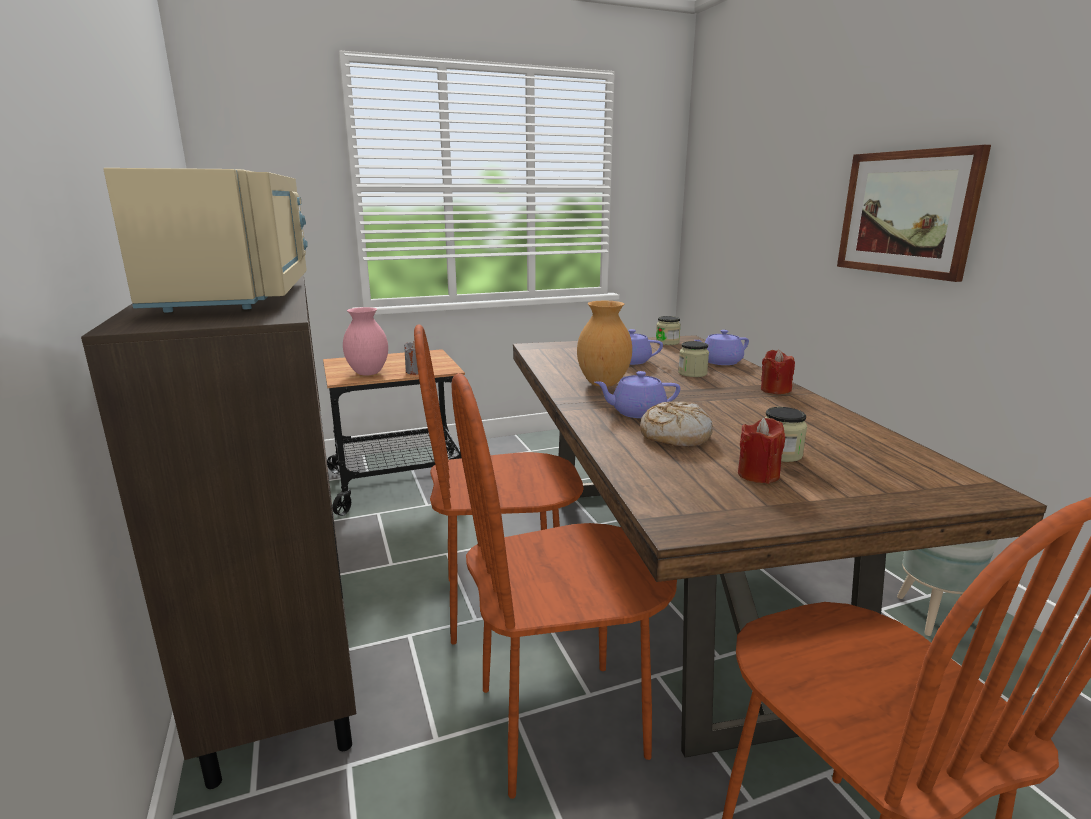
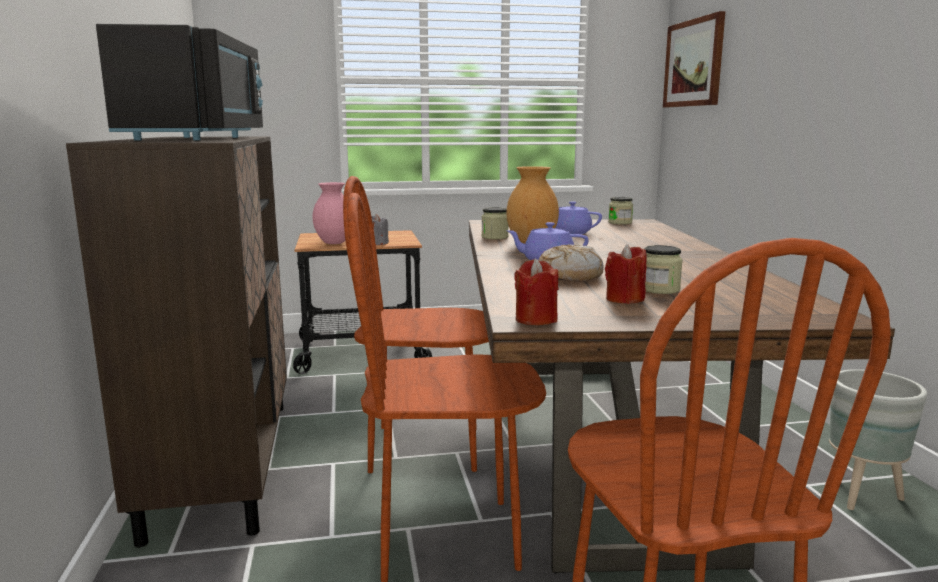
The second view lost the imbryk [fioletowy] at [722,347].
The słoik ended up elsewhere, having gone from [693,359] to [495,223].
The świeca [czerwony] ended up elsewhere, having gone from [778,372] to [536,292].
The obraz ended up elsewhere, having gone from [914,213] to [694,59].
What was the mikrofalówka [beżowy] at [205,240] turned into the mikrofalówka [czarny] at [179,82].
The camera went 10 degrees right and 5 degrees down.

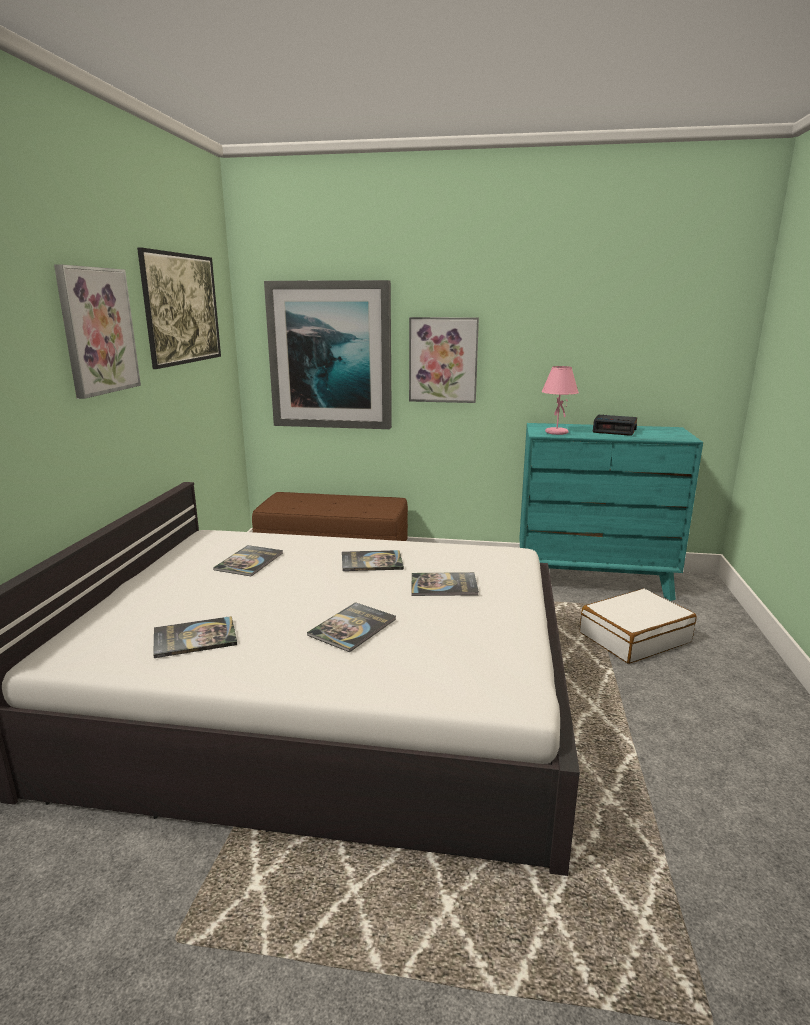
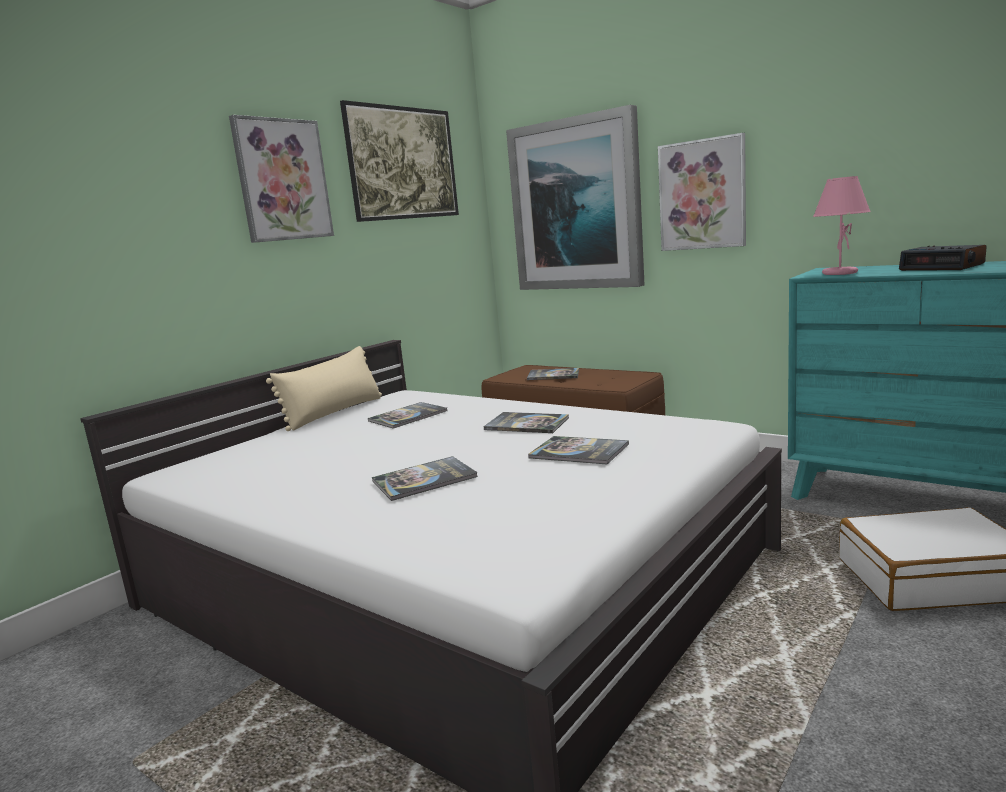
The second view gained the poduszka [beżowy] at [324,388].
The książka ended up elsewhere, having gone from [195,637] to [553,374].
The camera went 30 degrees right and 5 degrees down.

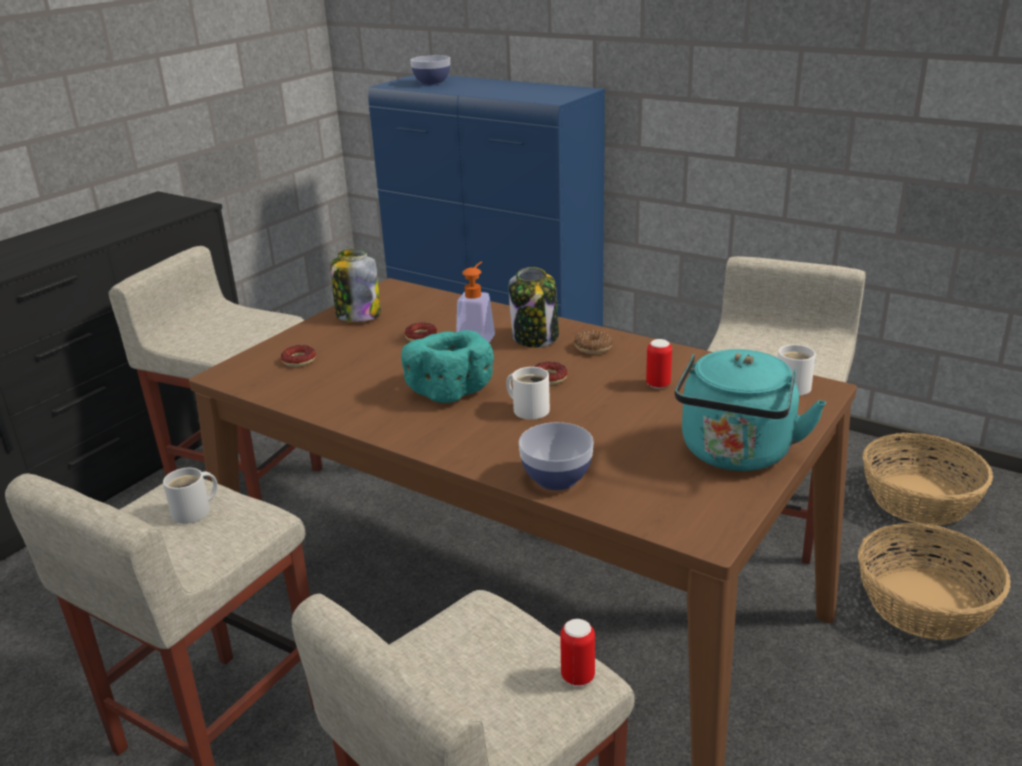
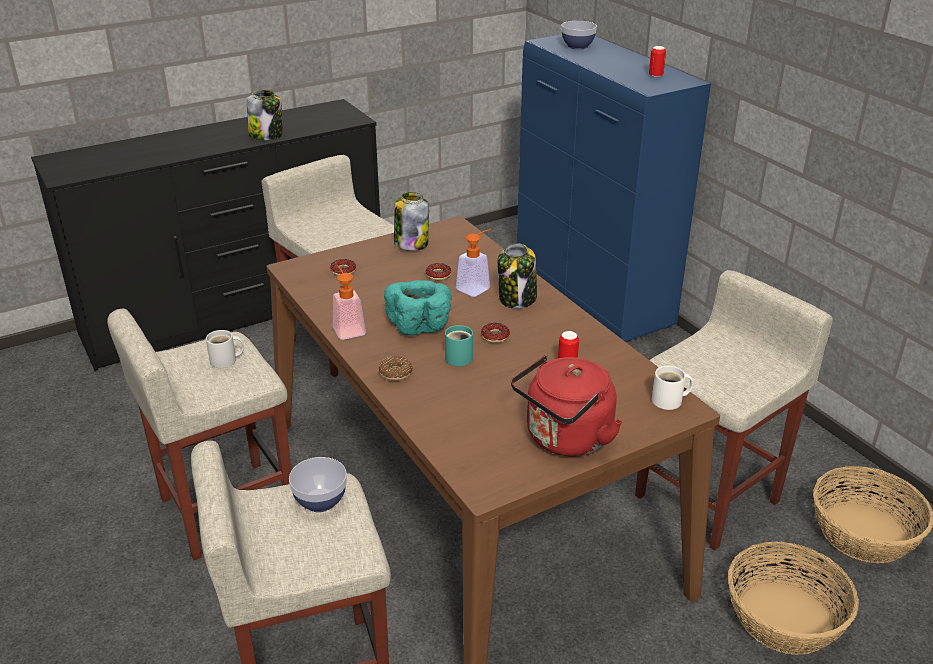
The second view gained the słoik at [265,115].
The second view gained the dozownik mydła at [349,302].
The miska ended up elsewhere, having gone from [556,456] to [318,484].
The puszka ended up elsewhere, having gone from [577,652] to [657,61].
The donut ended up elsewhere, having gone from [593,342] to [396,368].
What was the kubek [biały] at [528,393] turned into the kubek [turkusowy] at [459,345].
What was the czajnik [turkusowy] at [750,410] turned into the czajnik [czerwony] at [566,406].
The camera went 25 degrees right and 5 degrees up.

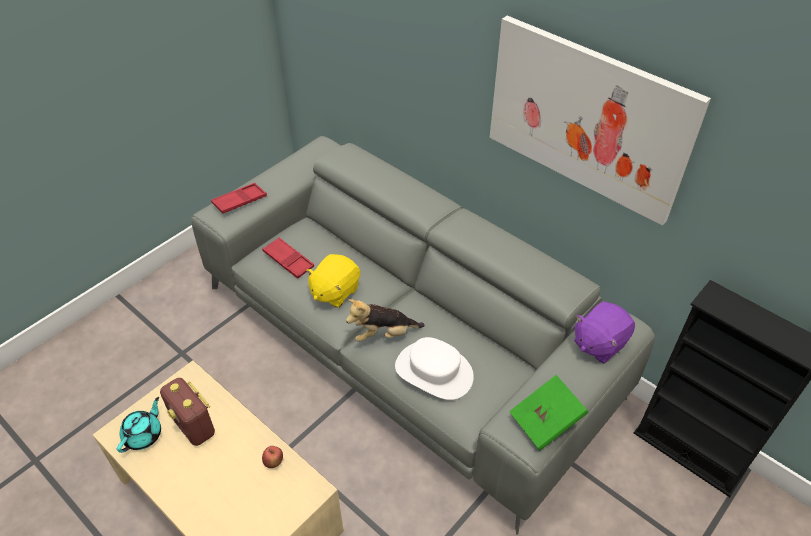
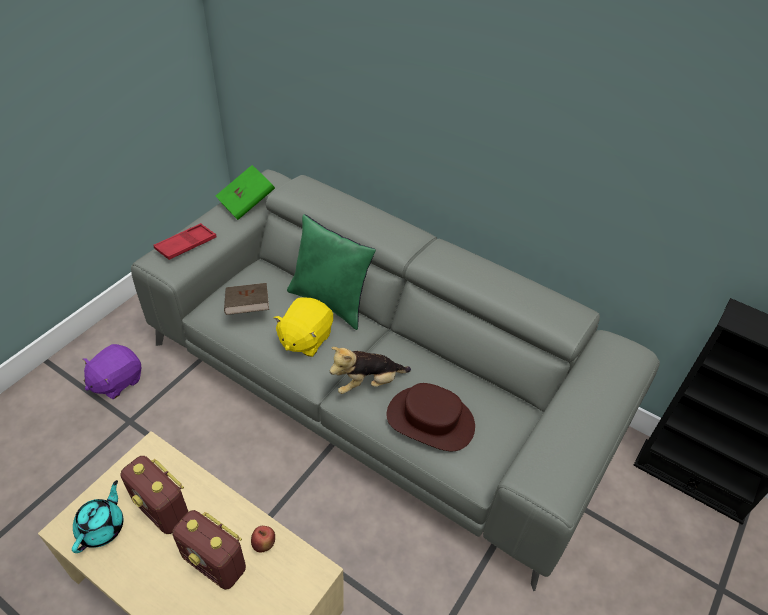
The second view lost the obraz at [600,121].
The second view gained the radio at [209,550].
The second view gained the poduszka [zielony] at [331,272].
The książka [zielony] ended up elsewhere, having gone from [549,412] to [245,192].
The pluszak [fioletowy] ended up elsewhere, having gone from [604,332] to [112,371].
Where the taca [czerwony] stood at [288,258], the książka [brązowy] came to stand at [246,299].
What was the kapelusz [biały] at [434,368] turned into the kapelusz [brązowy] at [430,417].
The camera went 10 degrees left and 0 degrees up.

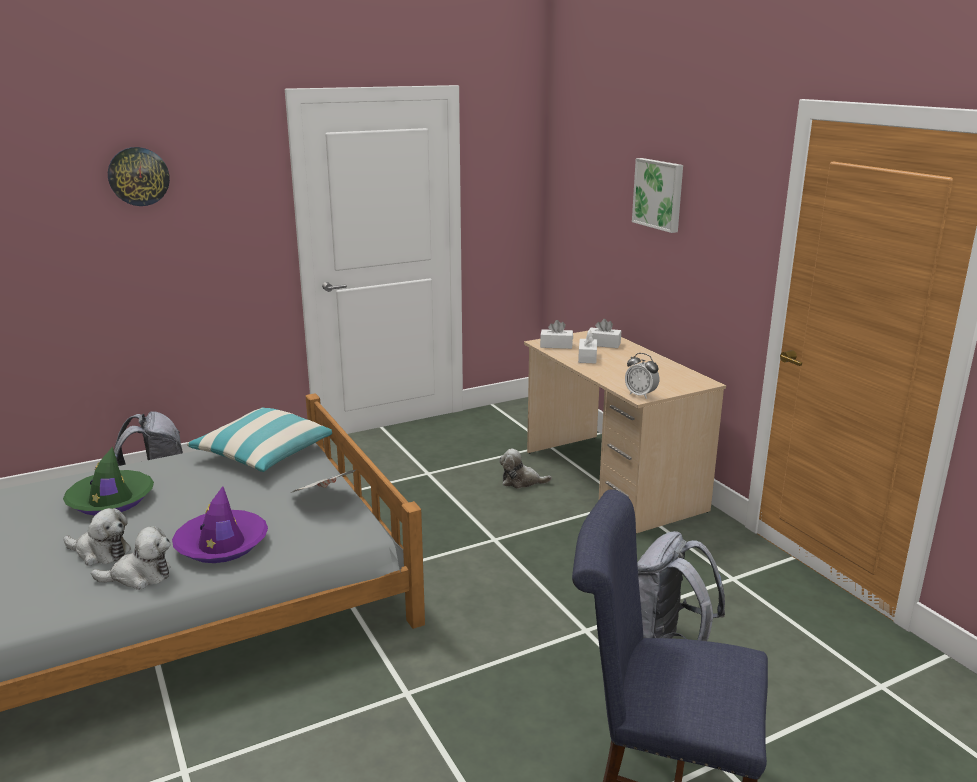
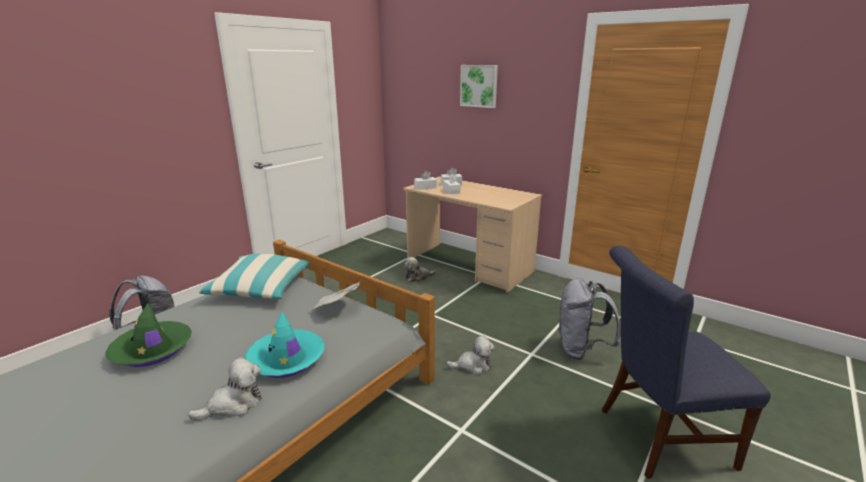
The second view lost the zegar ścienny at [139,176].
The second view lost the budzik at [642,376].
The pluszak ended up elsewhere, having gone from [97,537] to [470,355].
What was the kapelusz [fioletowy] at [220,524] turned into the kapelusz [turkusowy] at [284,344].
The camera went 25 degrees left and 0 degrees up.

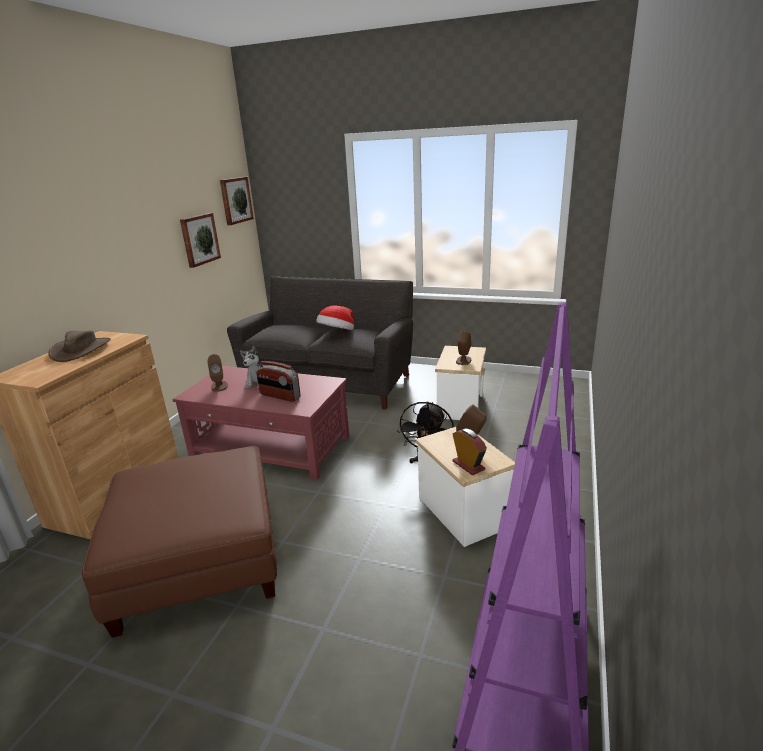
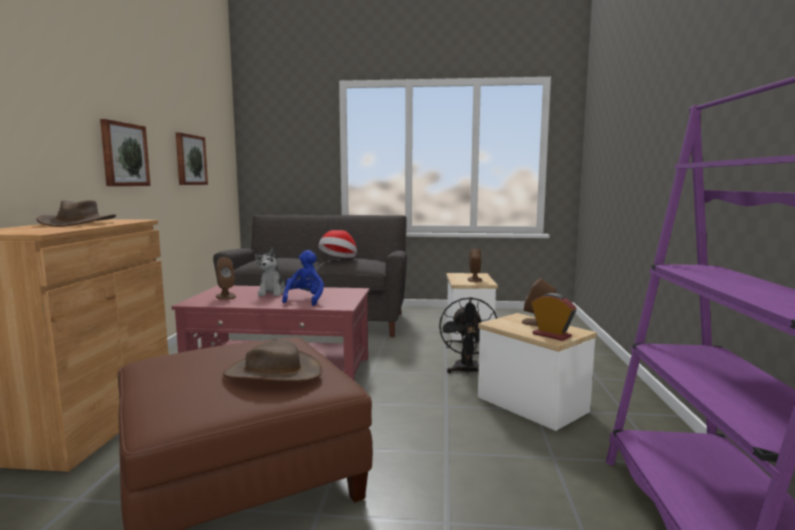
The second view gained the kapelusz [brązowy] at [273,361].
The obraz ended up elsewhere, having gone from [237,201] to [125,152].
Where the radio stood at [279,381], the pluszak [niebieski] came to stand at [303,278].
The camera went 15 degrees left and 15 degrees down.

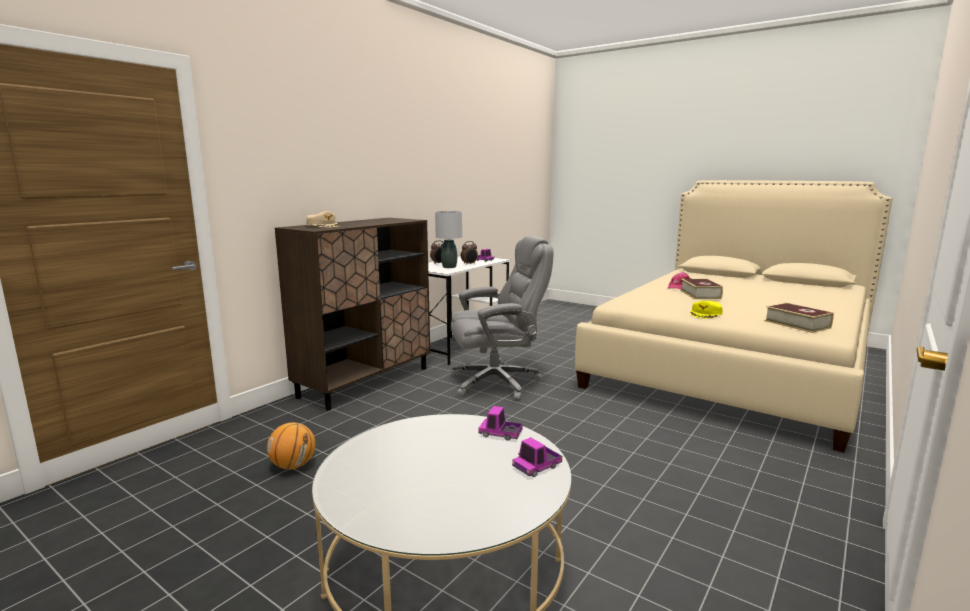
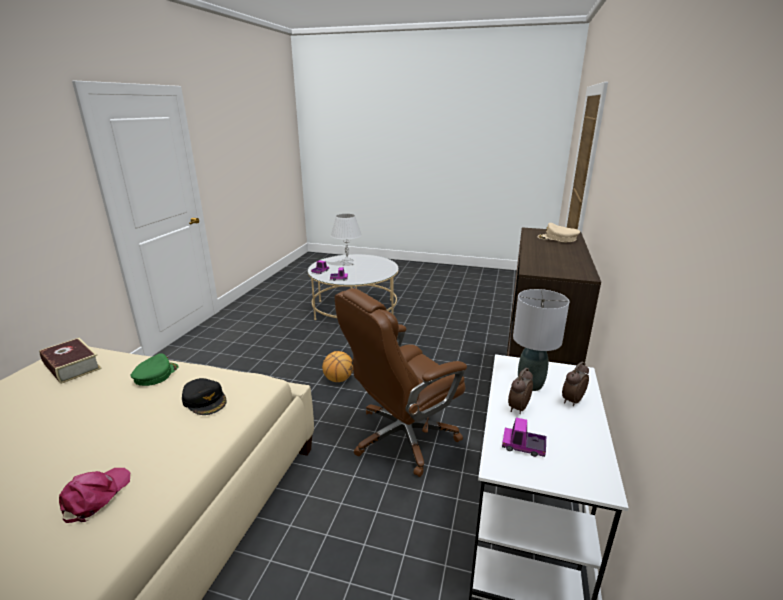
The second view lost the książka at [701,289].
The second view gained the czapka z daszkiem [czarny] at [204,396].
The second view gained the lampa stołowa [biały] at [346,240].
The piłka do koszykówki ended up elsewhere, having gone from [291,446] to [337,366].
What was the krzesło biurowe [szary] at [502,317] turned into the krzesło biurowe [brązowy] at [401,382].
What was the czapka z daszkiem [żółty] at [706,310] turned into the czapka z daszkiem [zielony] at [154,369].
The camera went 160 degrees right and 10 degrees up.

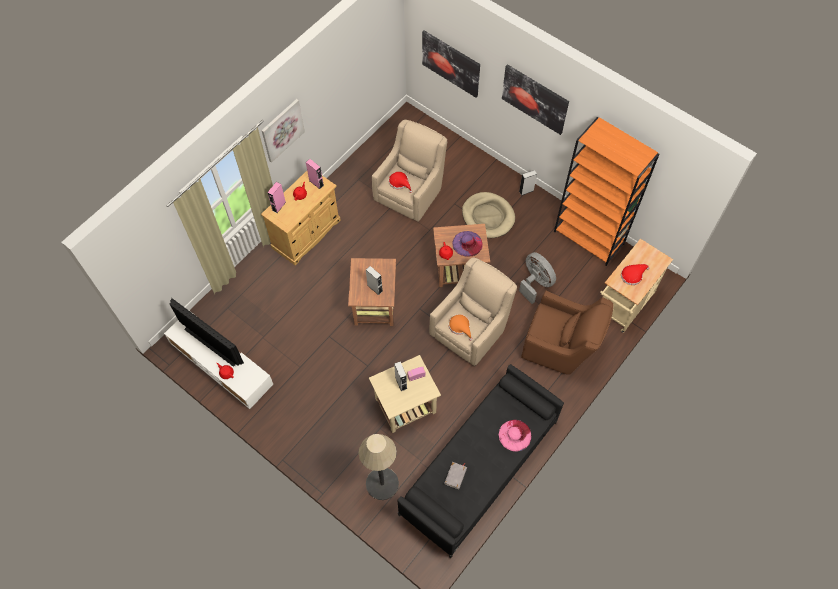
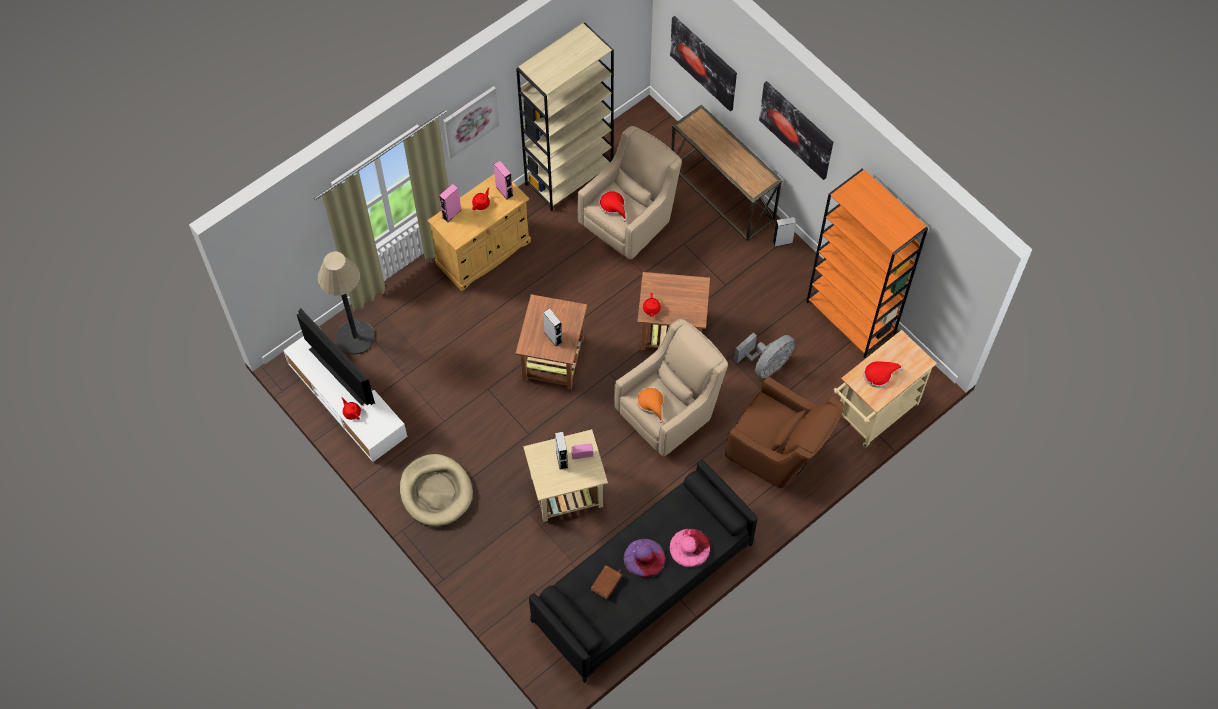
The second view gained the regał [beżowy] at [565,116].
The second view gained the stolik konsolowy at [727,173].
The lampa stojąca ended up elsewhere, having gone from [379,467] to [346,303].
The kapelusz [fioletowy] ended up elsewhere, having gone from [467,244] to [644,558].
The legowisko [beżowy] ended up elsewhere, having gone from [488,215] to [436,490].
What was the książka [szary] at [456,475] turned into the książka [brązowy] at [606,582].
The wentylator [szary] at [537,278] ended up facing another way, 75 degrees clockwise from before.
The camera went 10 degrees right and 0 degrees up.

